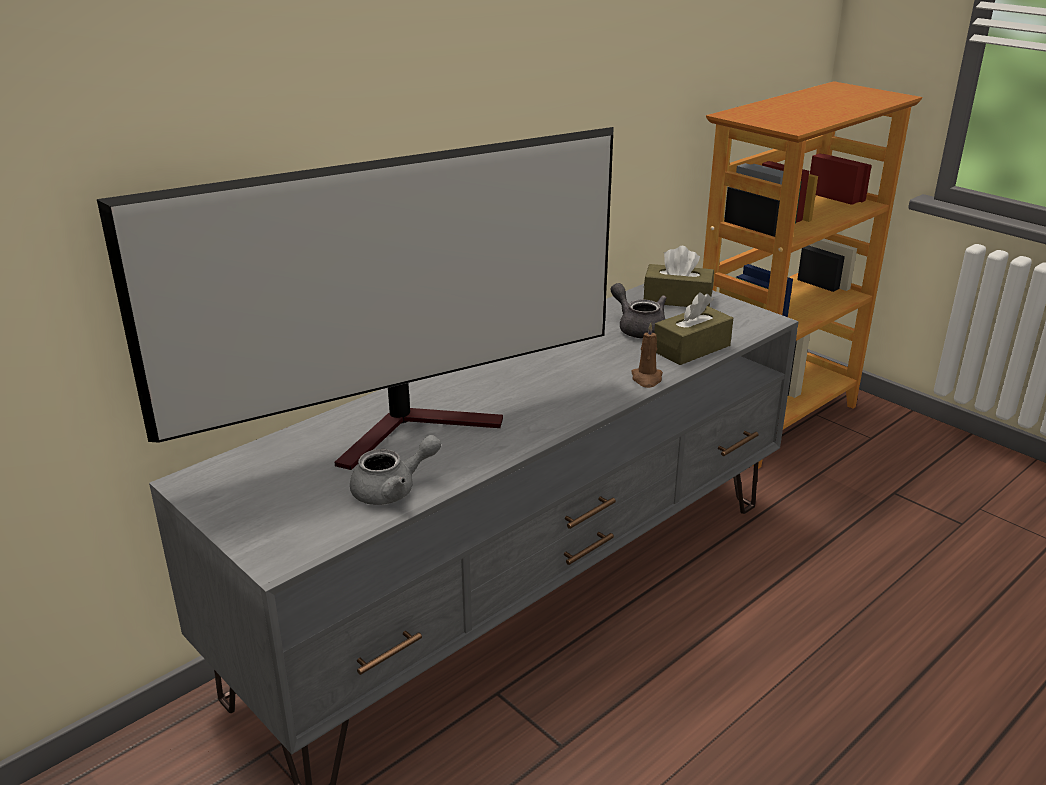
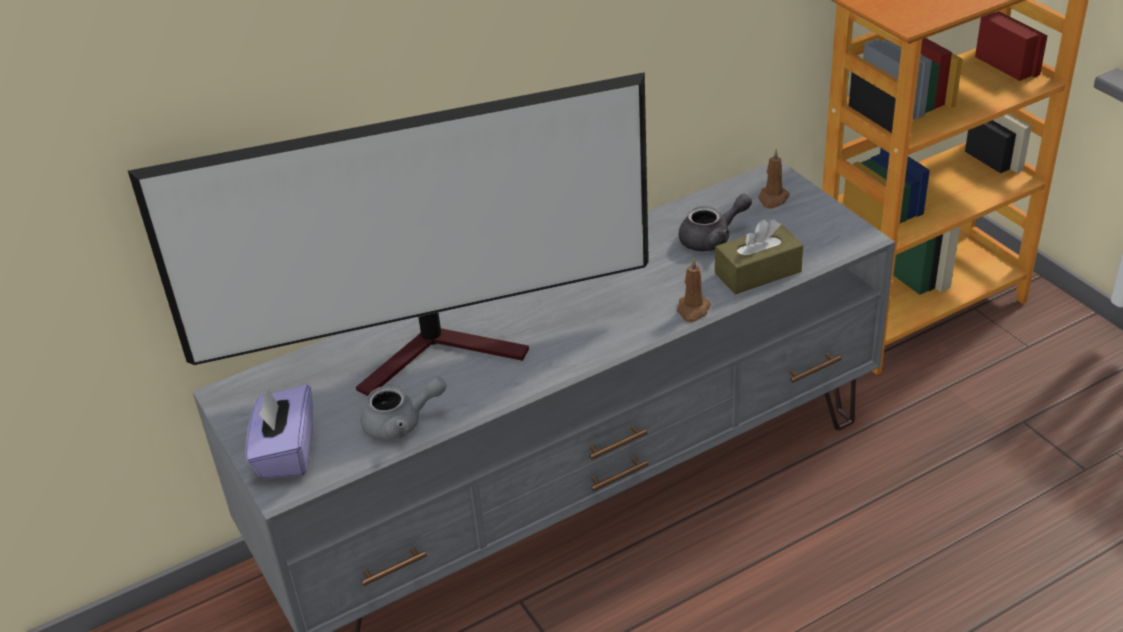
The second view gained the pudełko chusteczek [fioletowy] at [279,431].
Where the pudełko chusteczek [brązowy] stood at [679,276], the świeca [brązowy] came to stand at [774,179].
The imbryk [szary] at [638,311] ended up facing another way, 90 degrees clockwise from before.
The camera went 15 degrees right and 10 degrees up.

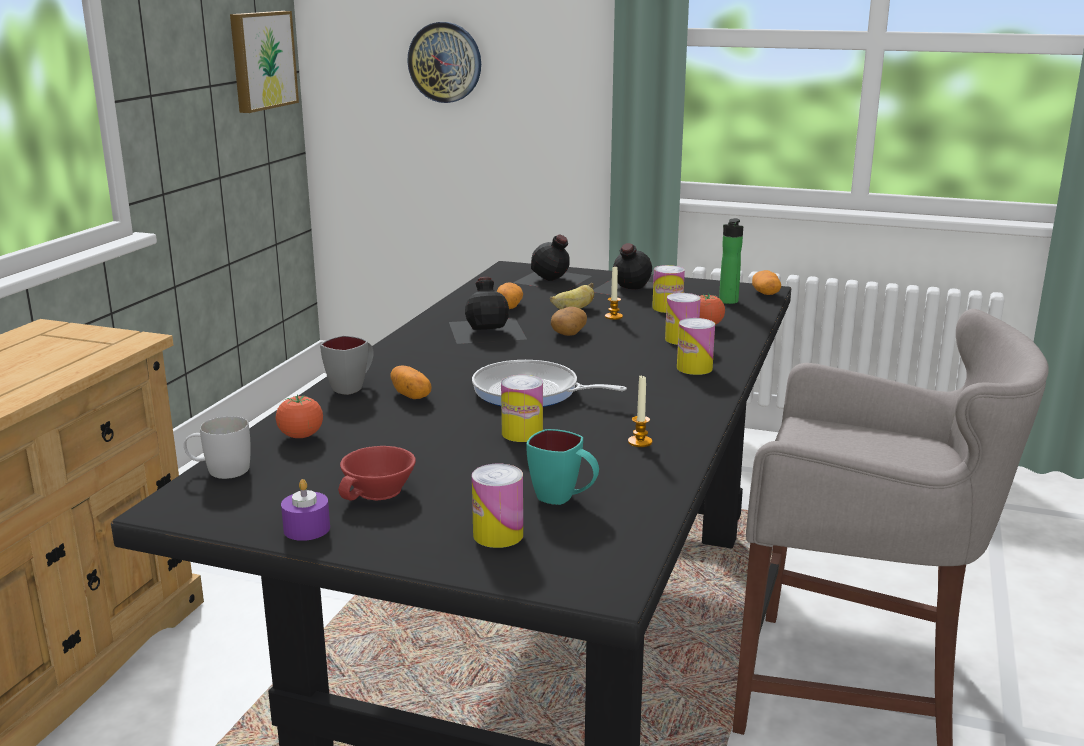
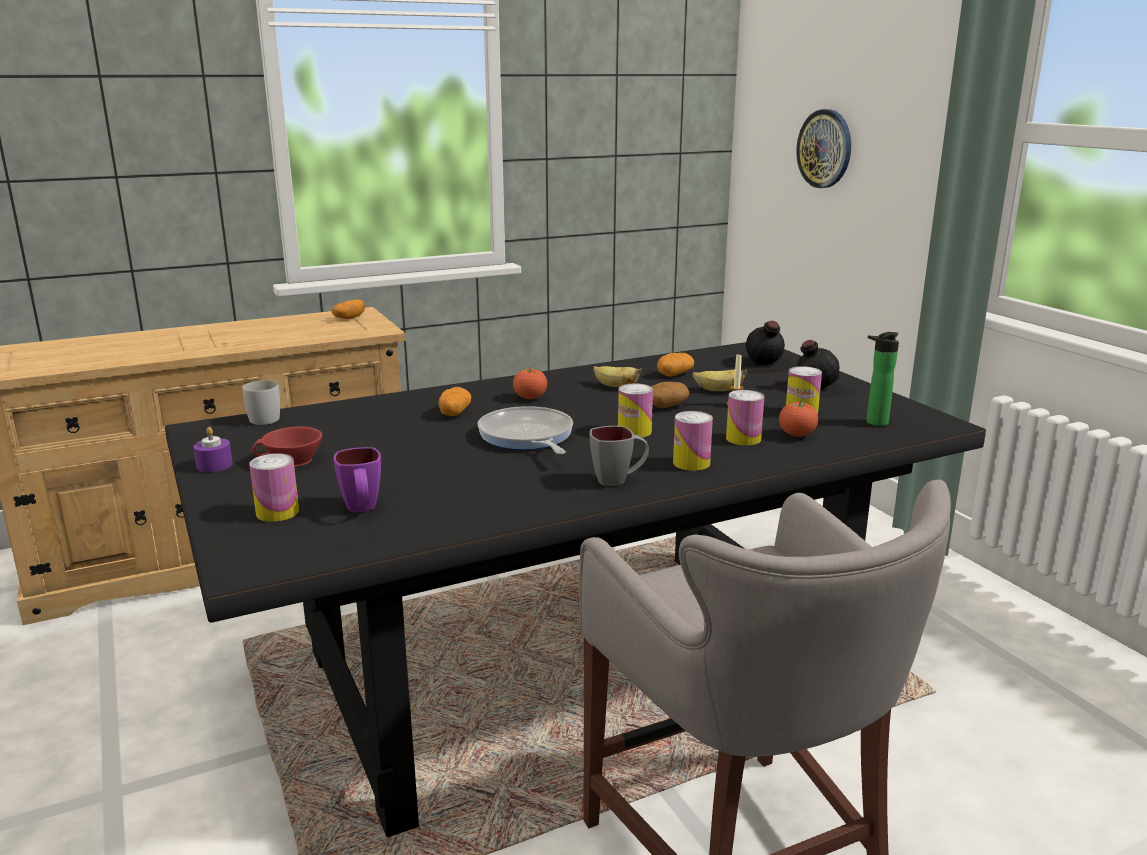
The second view lost the obraz at [264,62].
The second view lost the świeca at [640,411].
The pomidor ended up elsewhere, having gone from [299,416] to [530,382].
The kubek [szary] ended up elsewhere, having gone from [347,365] to [619,456].
The puszka ended up elsewhere, having gone from [522,408] to [635,410].
The ziemniak ended up elsewhere, having gone from [766,282] to [348,309].
Where the butelka [czarny] stood at [488,310], the banan came to stand at [617,376].
What was the kubek [turkusowy] at [562,467] turned into the kubek [fioletowy] at [357,479].
The camera went 45 degrees right and 0 degrees up.

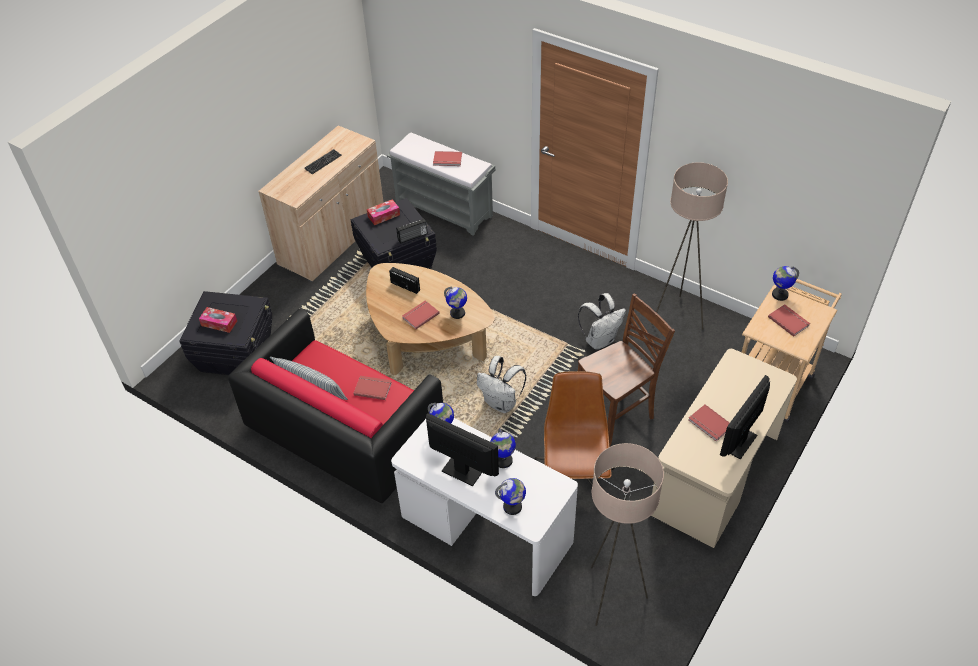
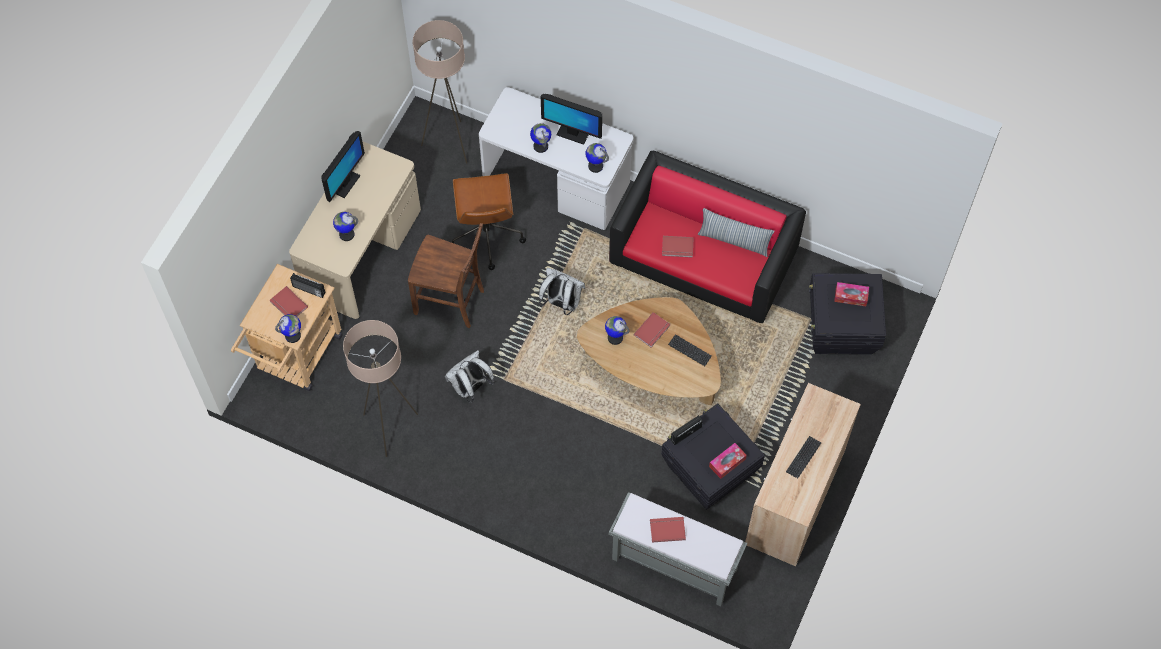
The second view lost the książka [czerwony] at [709,423].
The second view gained the klawiatura at [690,350].
The radio ended up elsewhere, having gone from [404,280] to [308,285].
The globus ended up elsewhere, having gone from [510,496] to [345,226].
The krzesło [brązowy] at [626,370] ended up facing another way, 120 degrees counterclockwise from before.
The camera went 170 degrees right and 15 degrees up.

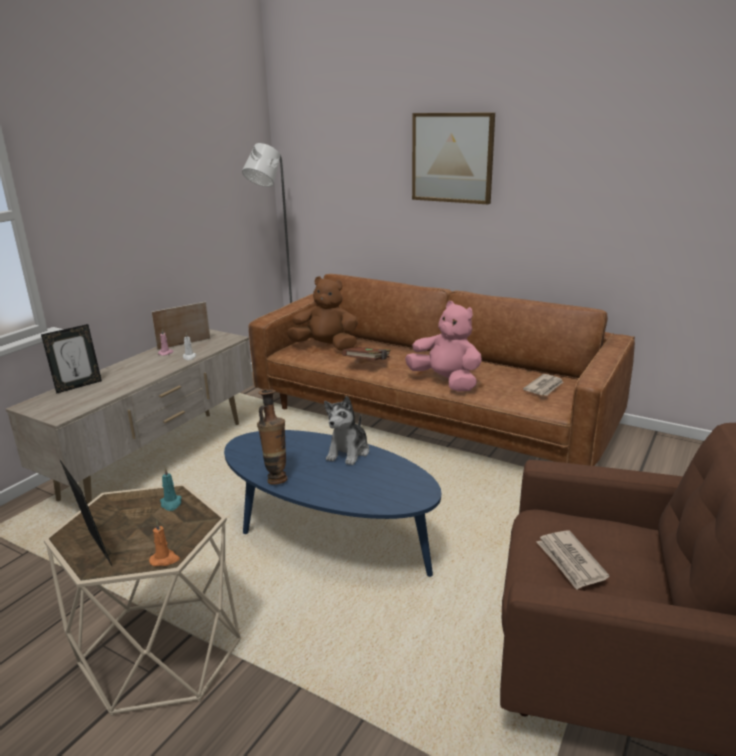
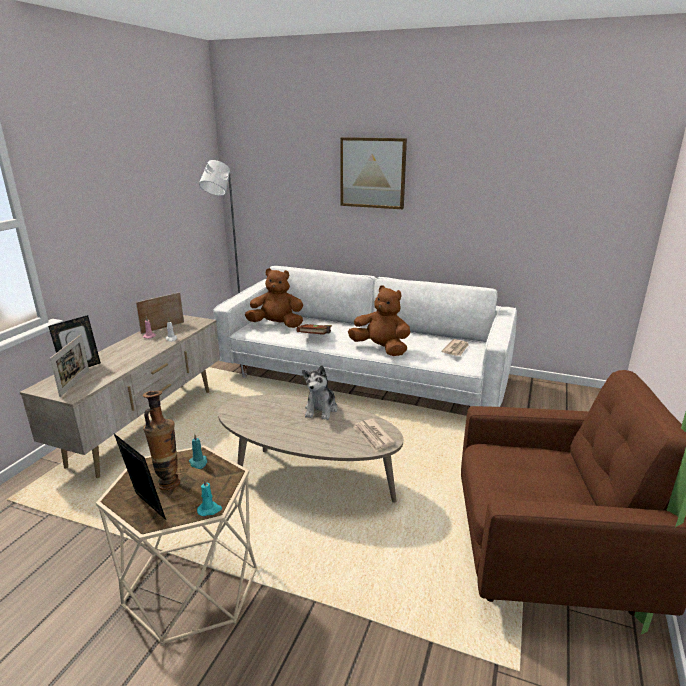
The second view gained the ramka na zdjęcie at [69,365].
The wazon ended up elsewhere, having gone from [272,437] to [161,440].
The gazeta ended up elsewhere, having gone from [573,560] to [374,435].
What was the świeca [pomarańczowy] at [164,543] turned into the świeca [turkusowy] at [209,497].
What was the ława [niebieski] at [332,503] turned into the ława [beżowy] at [310,449].
What was the kanapa [brązowy] at [442,370] turned into the kanapa [biały] at [365,337].
What was the pluszak [różowy] at [443,346] turned into the pluszak [brązowy] at [379,320].
The camera went 10 degrees left and 0 degrees up.

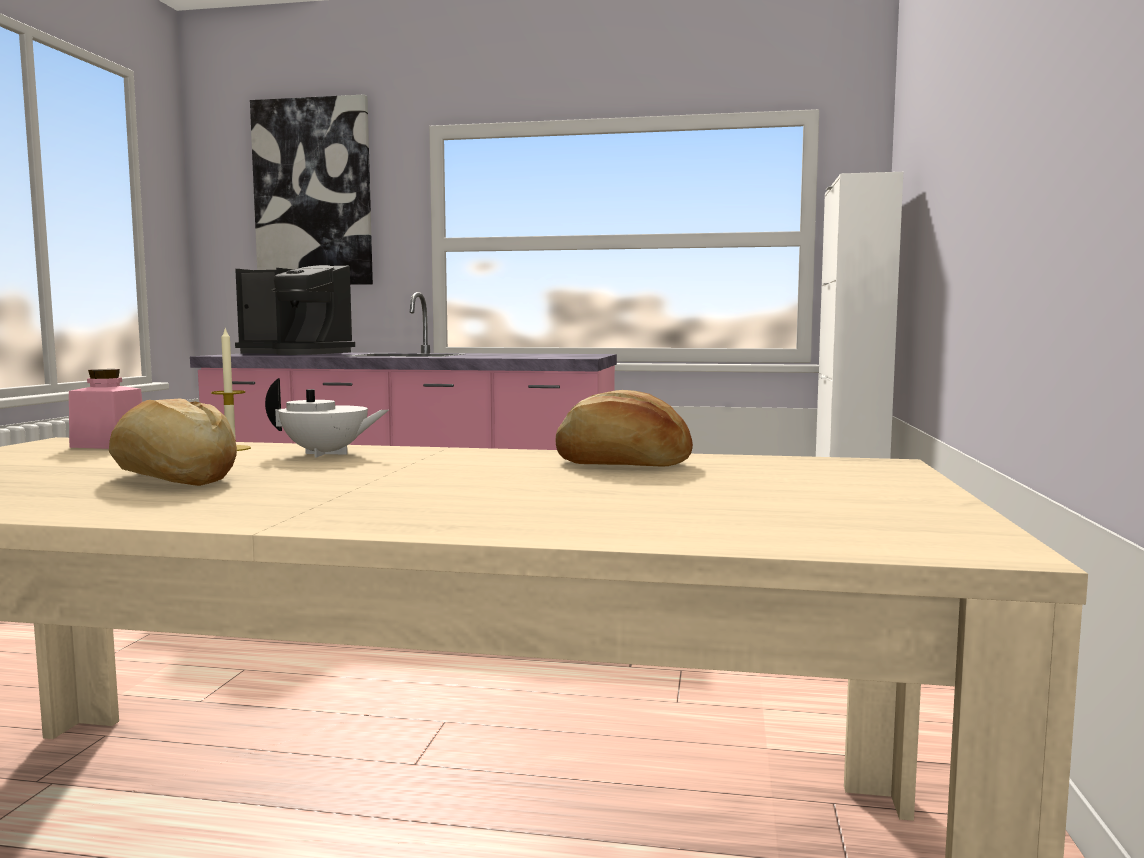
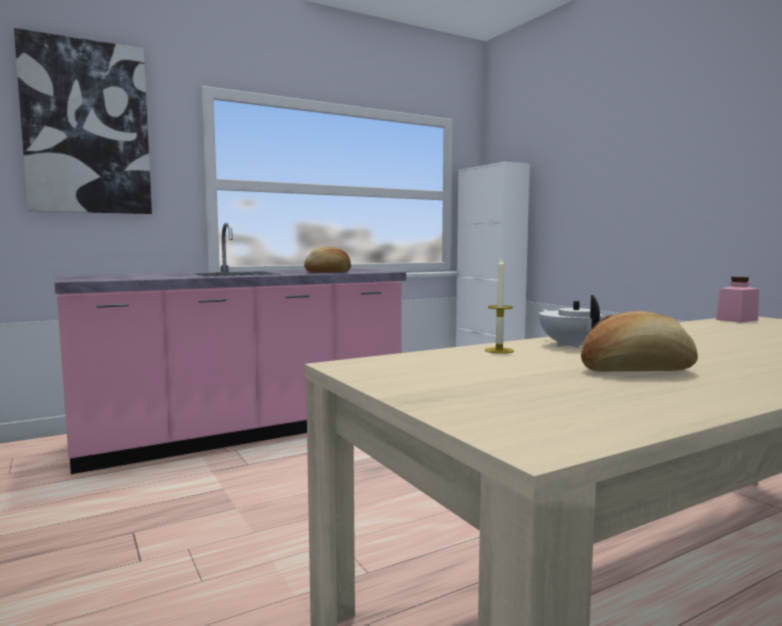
The second view lost the ekspres do kawy at [295,310].
The słoik [różowy] ended up elsewhere, having gone from [105,409] to [737,300].
The chleb ended up elsewhere, having gone from [624,428] to [327,259].
The imbryk [biały] at [327,417] ended up facing another way, 75 degrees counterclockwise from before.
The camera went 40 degrees left and 0 degrees up.

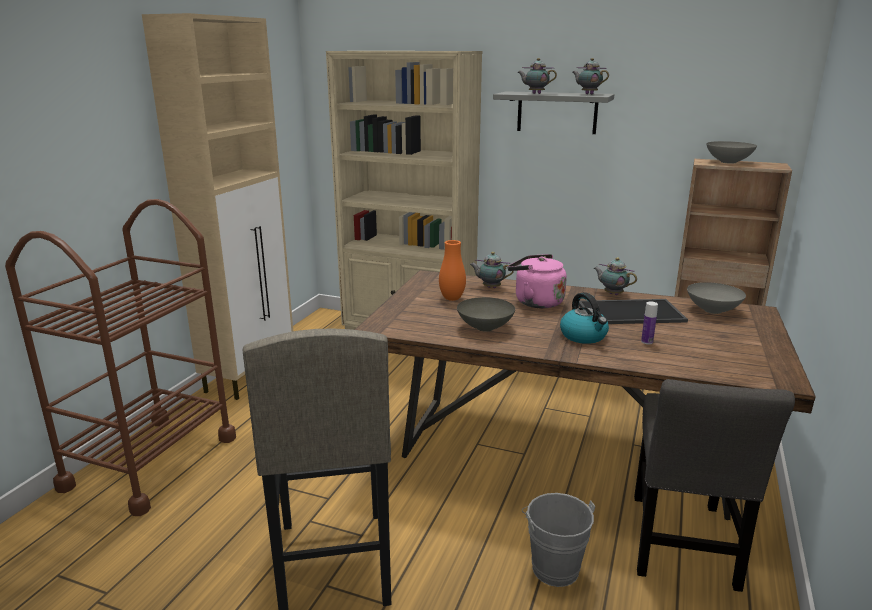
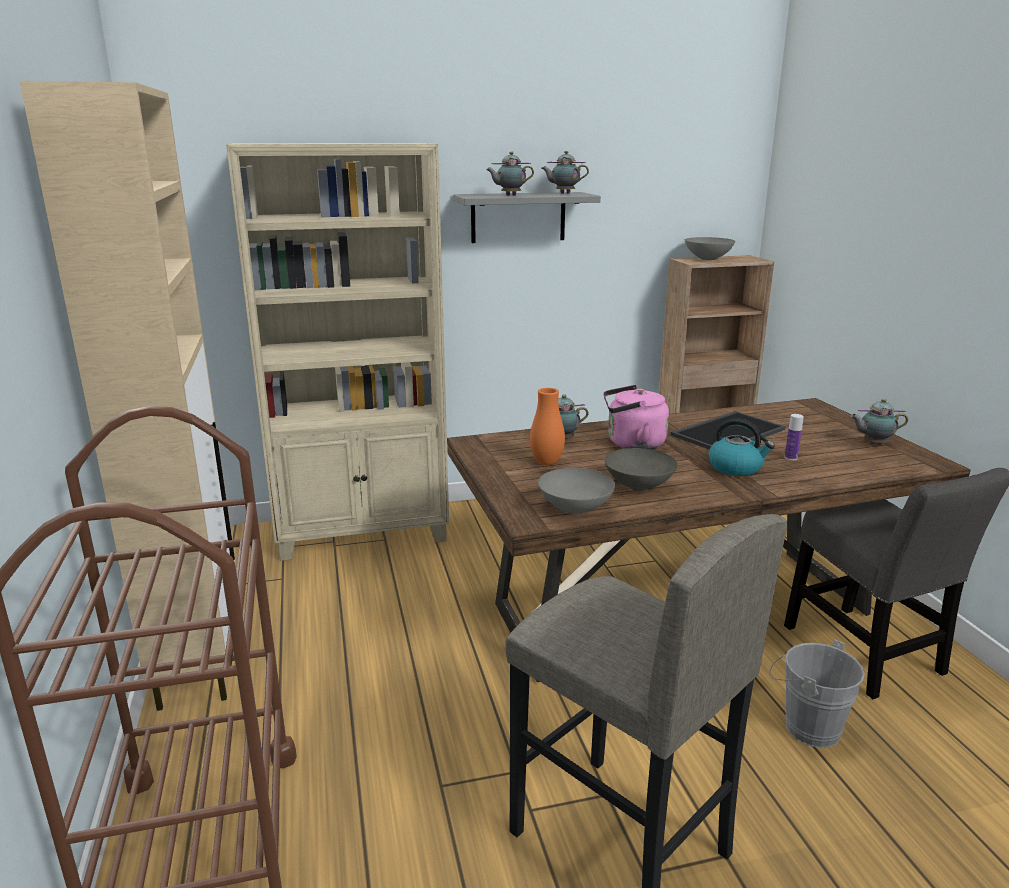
The imbryk ended up elsewhere, having gone from [615,276] to [879,421].
The miska [szary] ended up elsewhere, having gone from [716,298] to [576,491].
The camera went 35 degrees left and 0 degrees up.

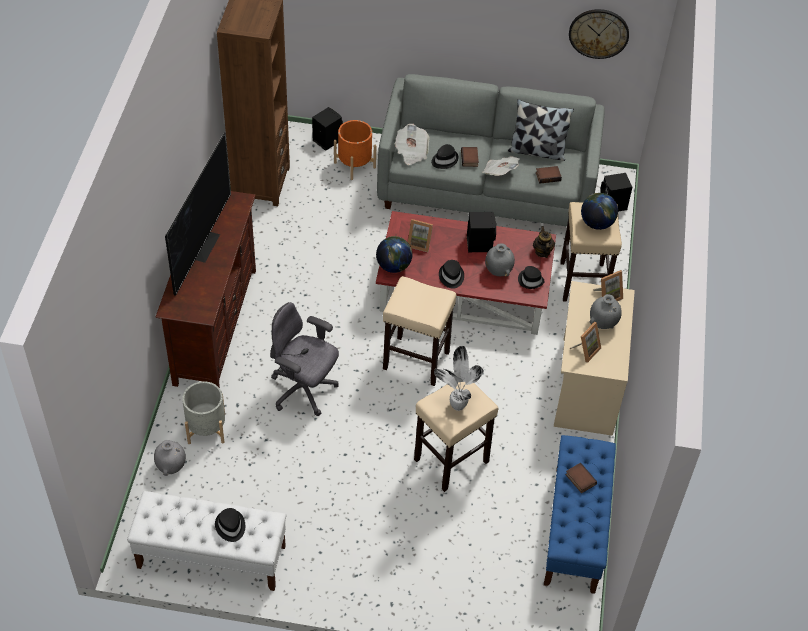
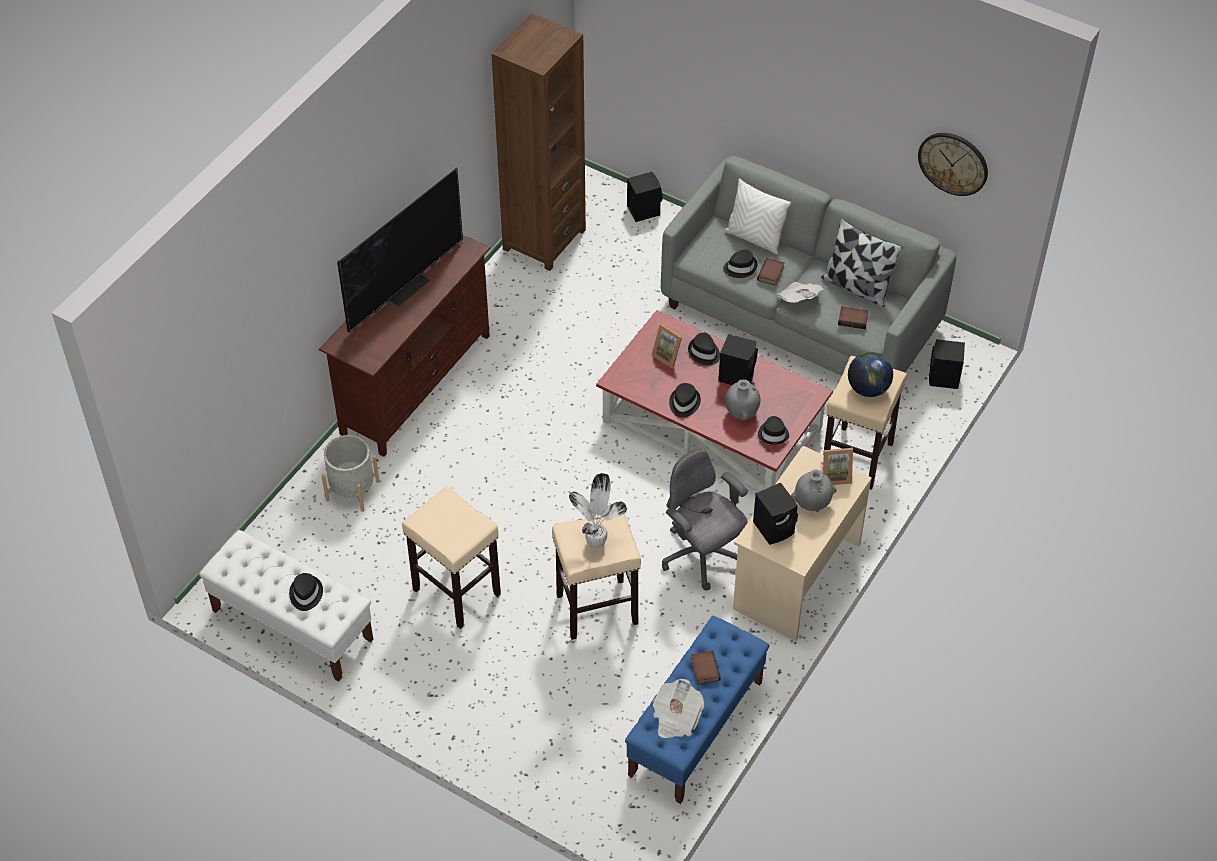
The second view lost the wazon [szary] at [170,458].
The second view lost the donica [pomarańczowy] at [355,150].
The second view lost the globus at [394,254].
The second view lost the imbryk at [544,242].
The second view gained the kapelusz [czarny] at [704,349].
The second view gained the poduszka [biały] at [757,216].
The krzesło biurowe [szary] ended up elsewhere, having gone from [304,359] to [705,519].
The stołek [beżowy] ended up elsewhere, having gone from [419,331] to [451,558].
The gazeta ended up elsewhere, having gone from [412,144] to [678,708].
Where the ramka na zdjęcie stood at [585,342], the głośnik [czarny] came to stand at [775,514].
The camera went 25 degrees right and 0 degrees up.

